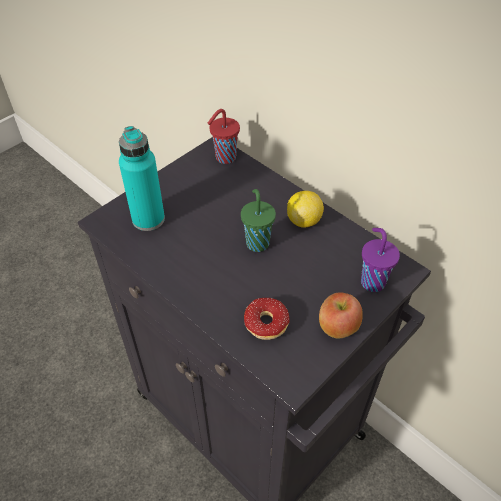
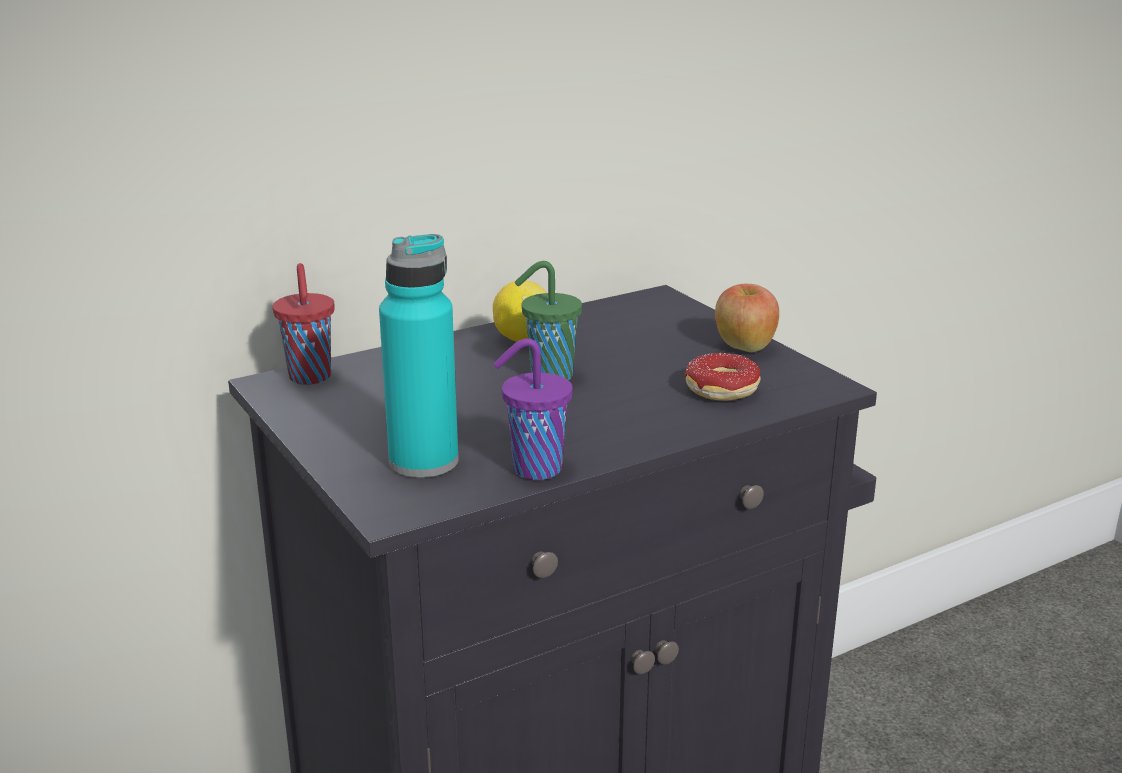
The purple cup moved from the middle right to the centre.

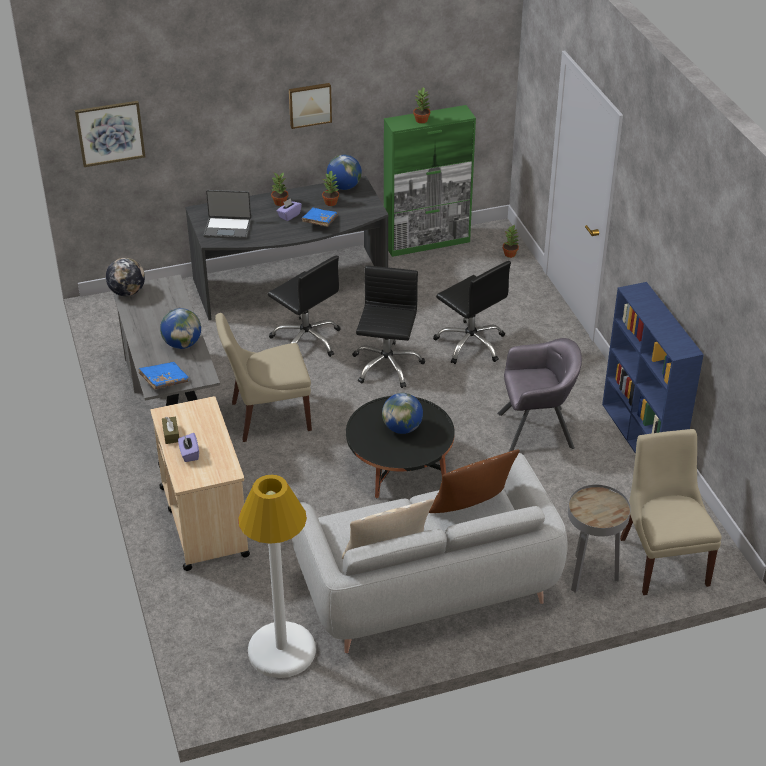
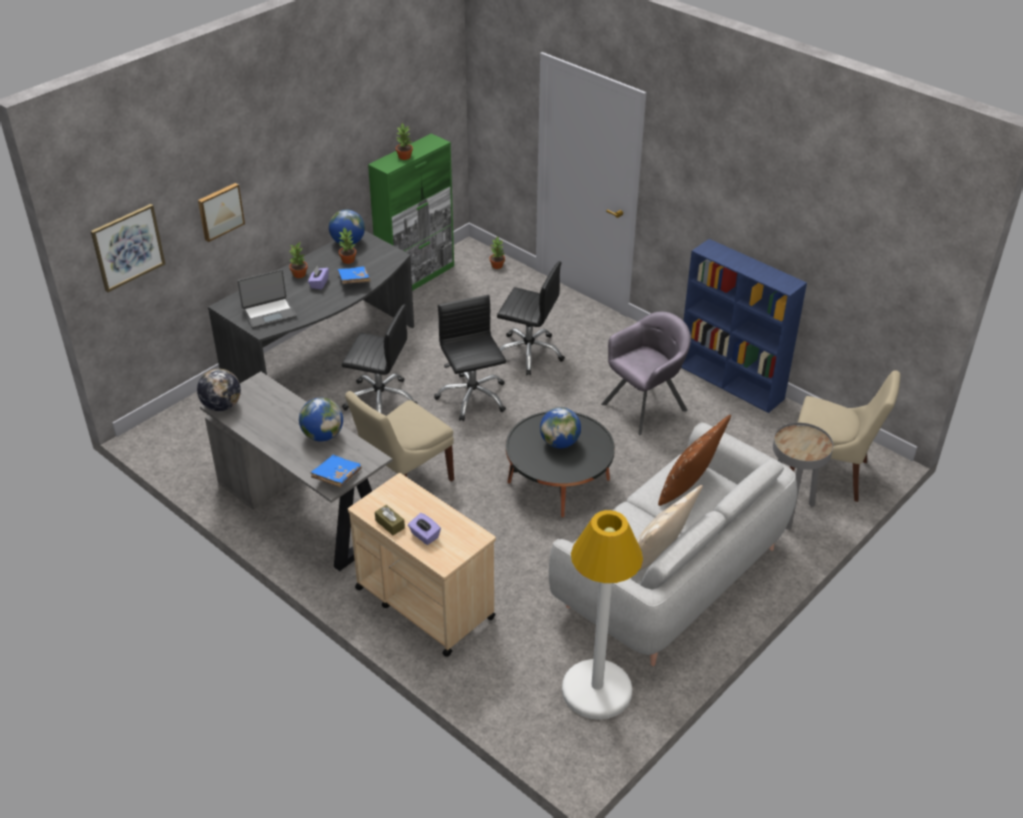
The picture (no. 2 from left) moved from the top centre to the top left. The beige chair (no. 2 from left) at the bottom right turned 150 degrees clockwise.

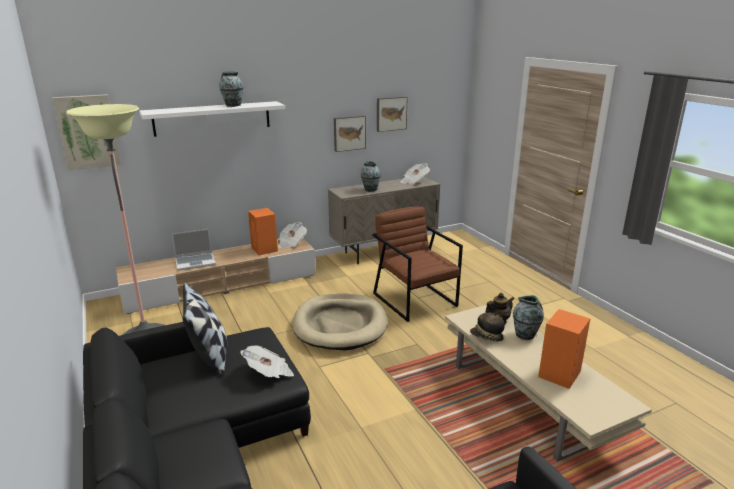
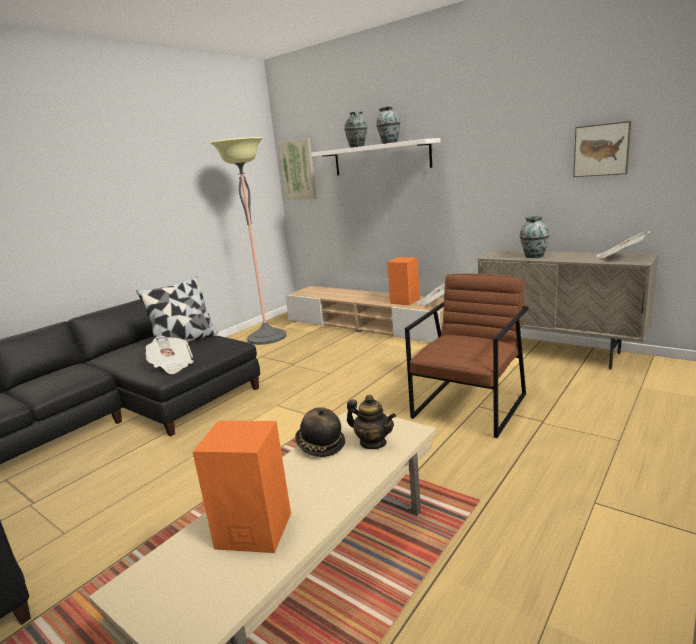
The picture (no. 2 from left) at the top centre disappeared. The laptop at the middle left disappeared. The beige dog bed at the centre disappeared. The vase (no. 3 from left in the first image) moved from the middle right to the top centre.

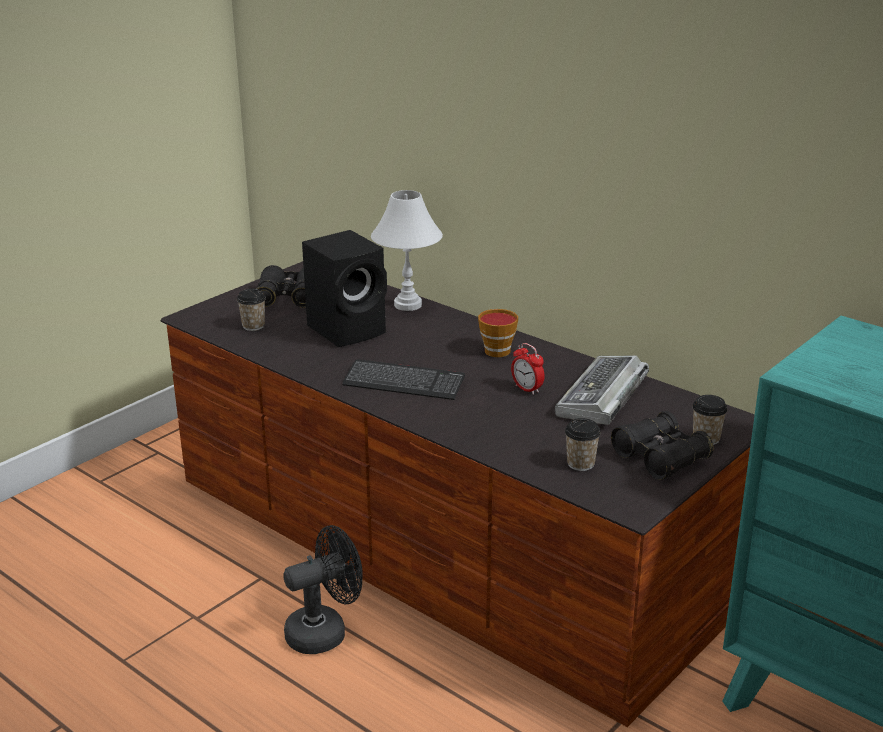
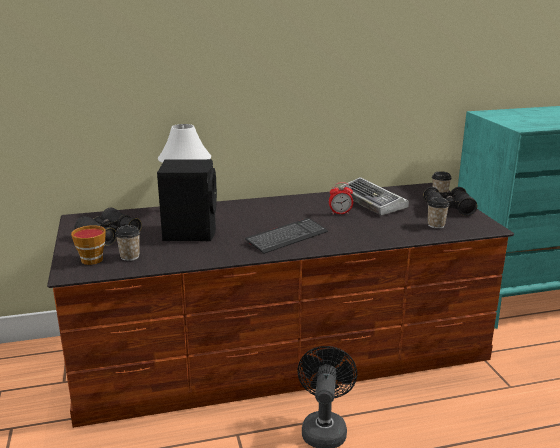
The cup (no. 2 from left in the first image) moved from the centre to the middle left.

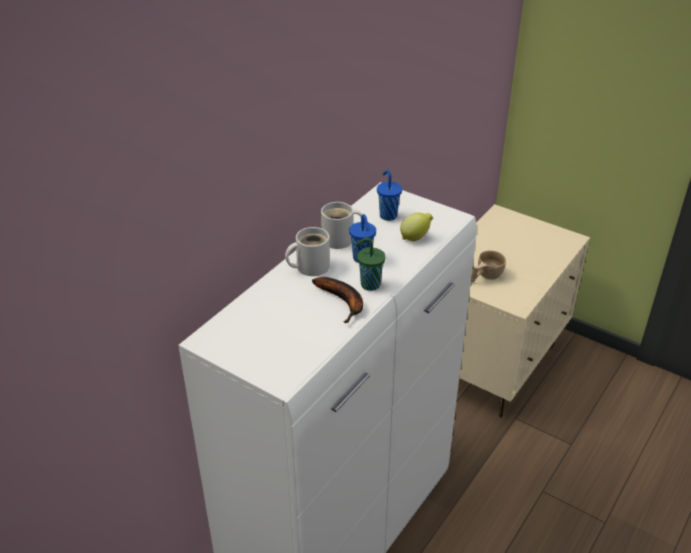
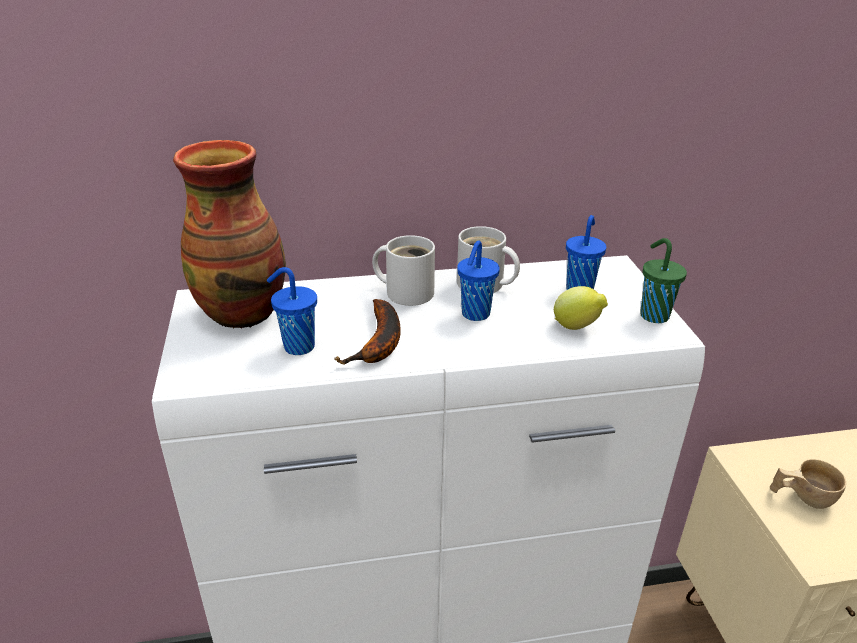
The green cup moved from the centre to the middle right. The vase at the middle left appeared. The blue cup (no. 1 from left) at the centre appeared.

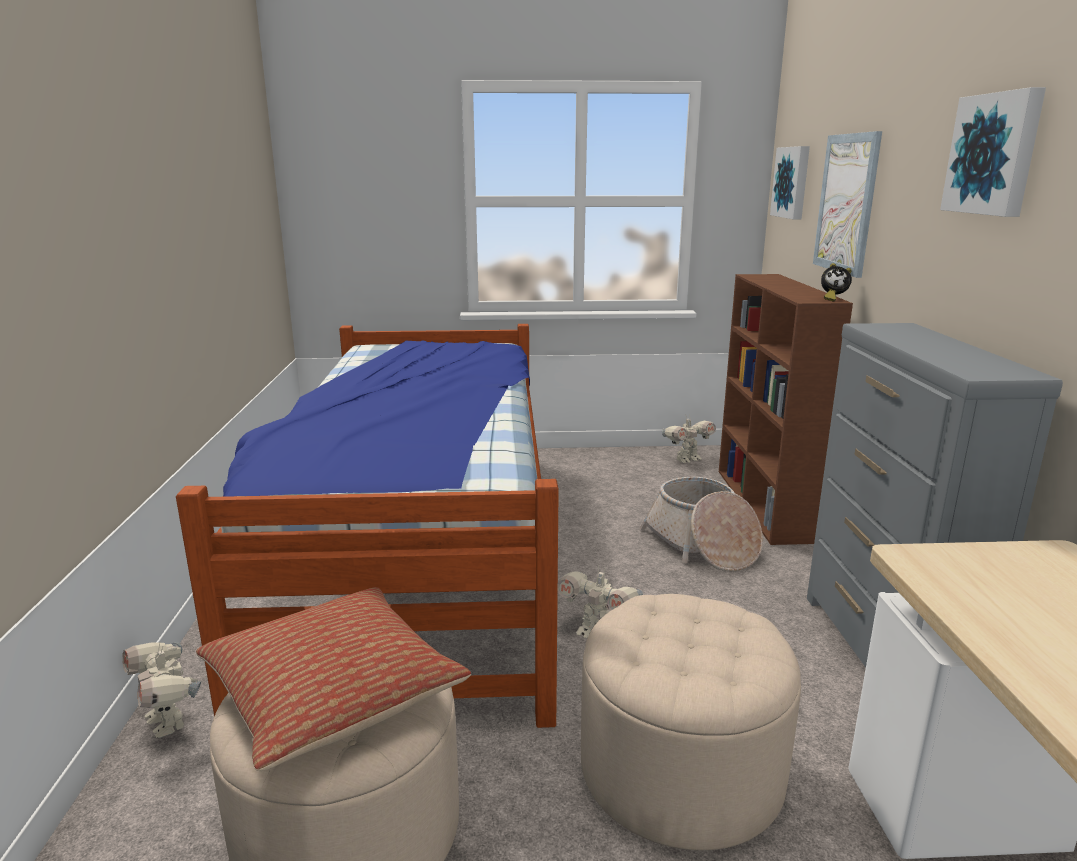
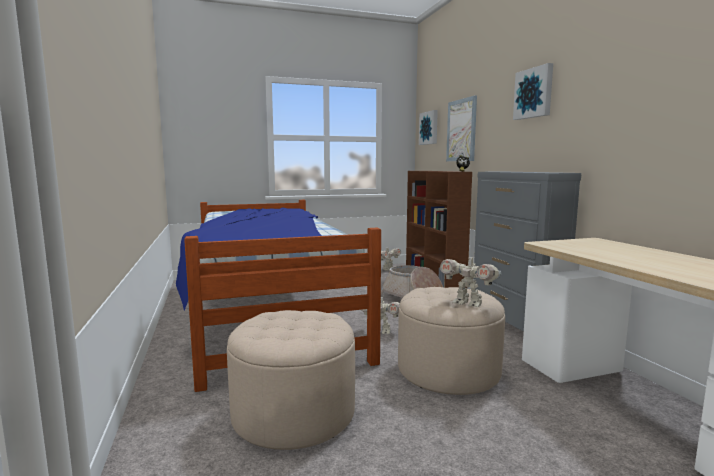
The pillow at the bottom left disappeared. The toy robot (no. 1 from left in the first image) moved from the bottom left to the centre.

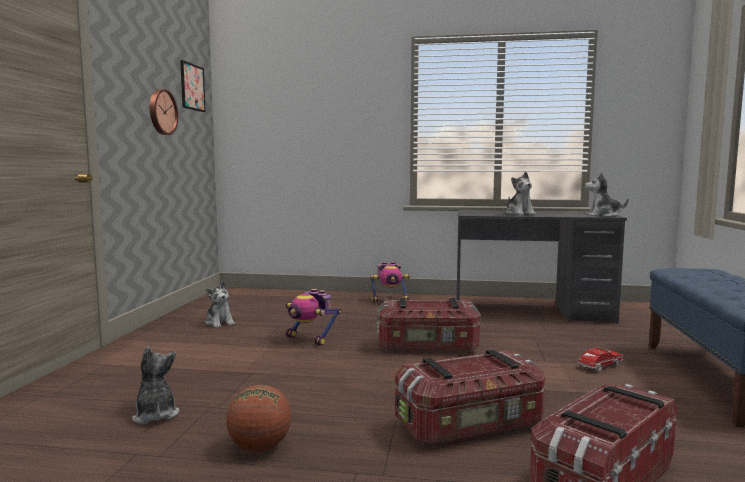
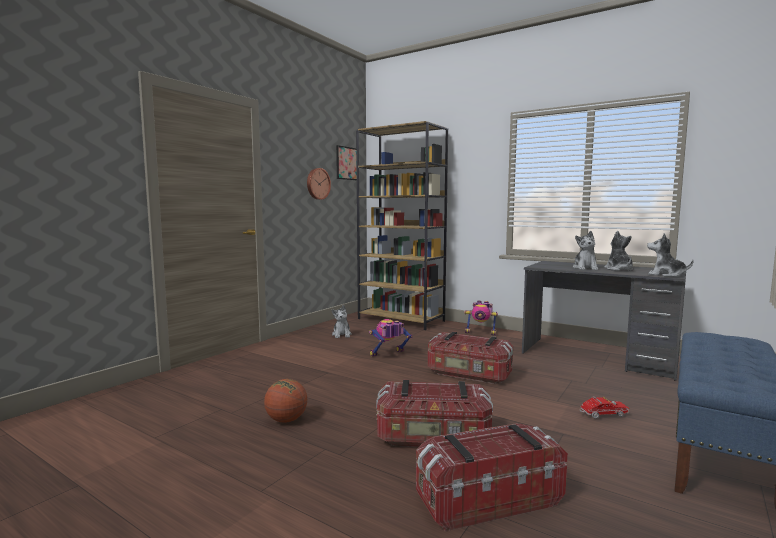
The toy robot (no. 1 from left) at the centre turned 90 degrees clockwise. The plush toy (no. 1 from left in the first image) moved from the bottom left to the middle right. The brown bookcase at the centre appeared.

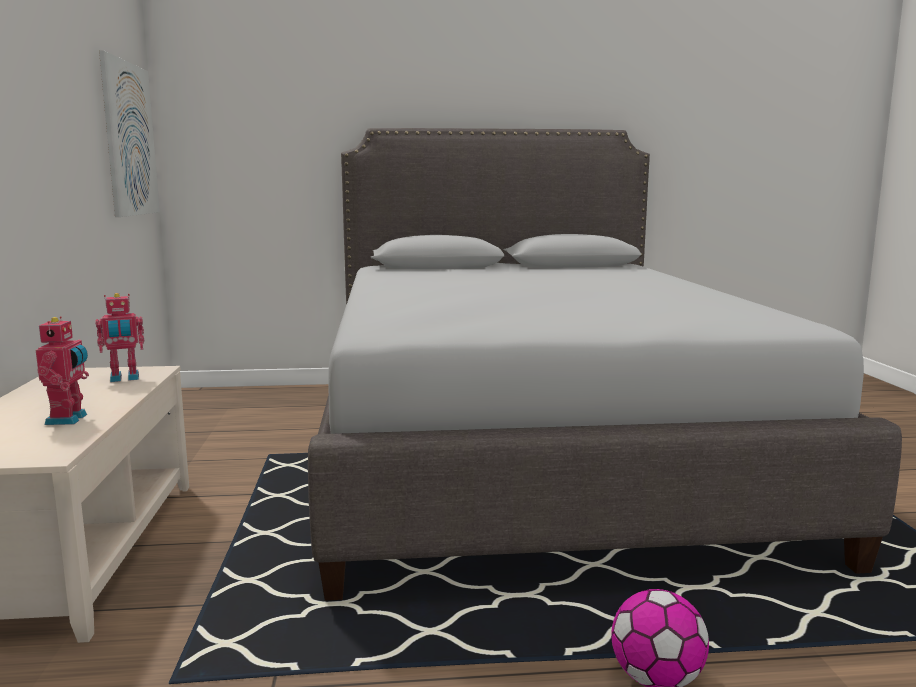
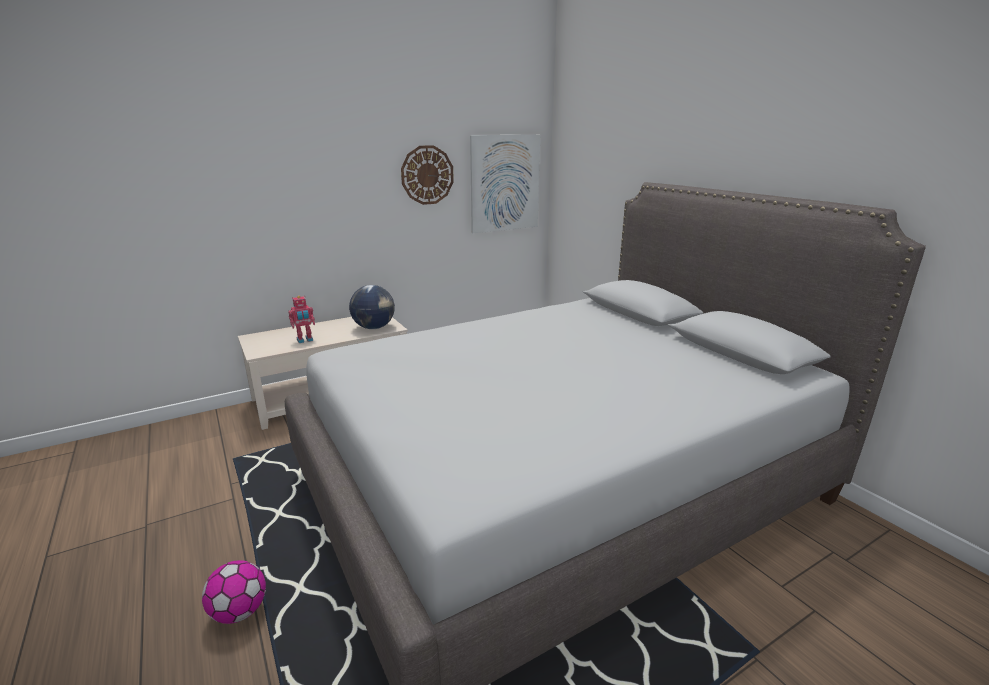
The toy robot (no. 2 from left) at the middle left was replaced by the globe at the centre. The wall clock at the top centre appeared.

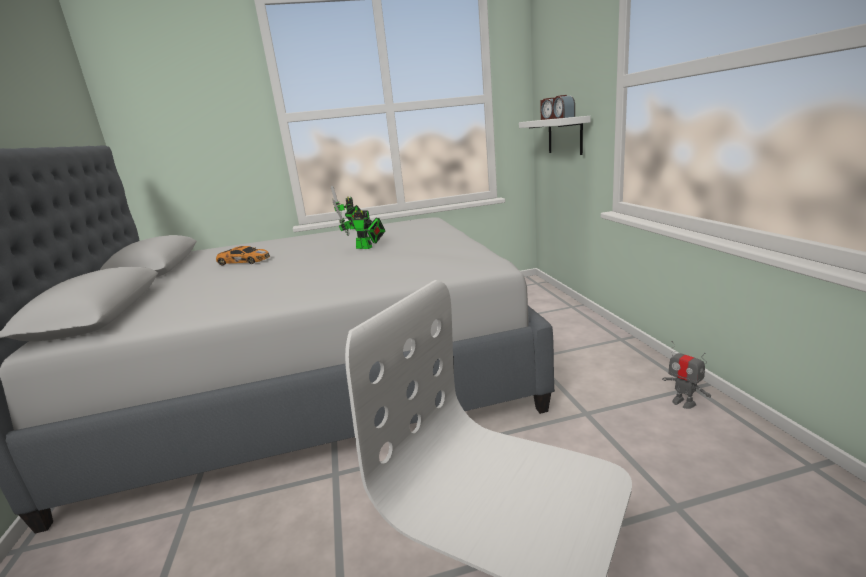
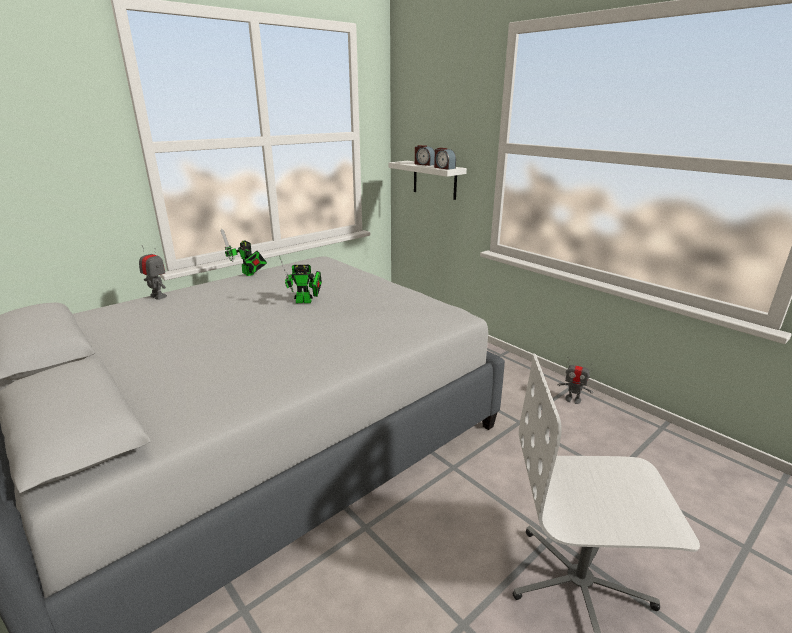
The toy car at the middle left disappeared. The toy robot (no. 1 from left) at the middle left appeared.

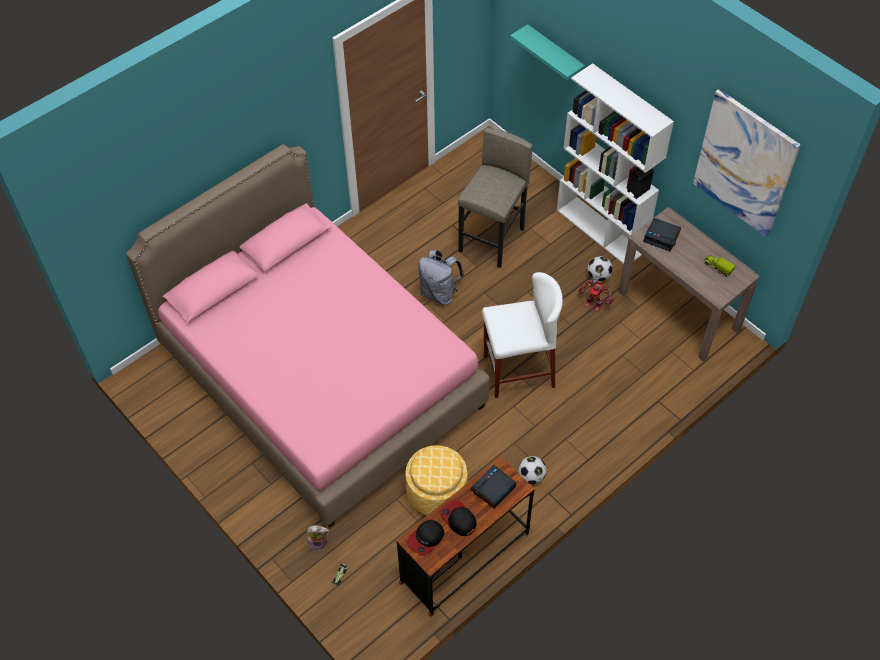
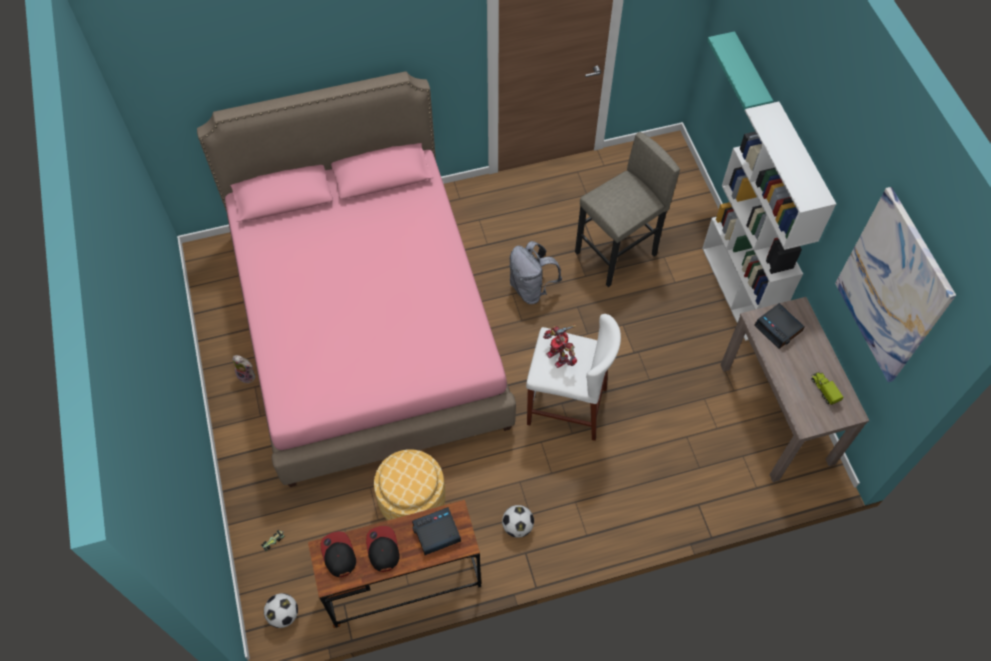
The football (no. 2 from left in the first image) moved from the middle right to the bottom left. The toy robot moved from the middle right to the centre. The cap (no. 1 from left) at the bottom centre turned 90 degrees clockwise. The plush toy moved from the bottom centre to the middle left.

